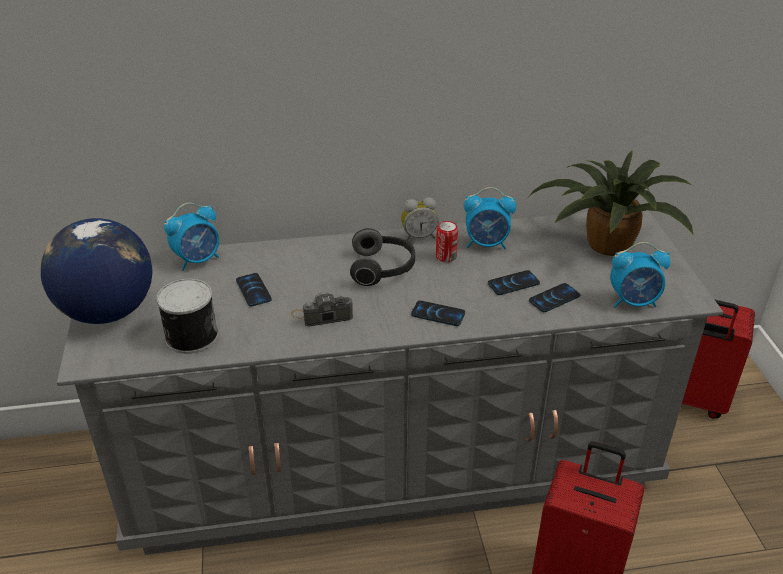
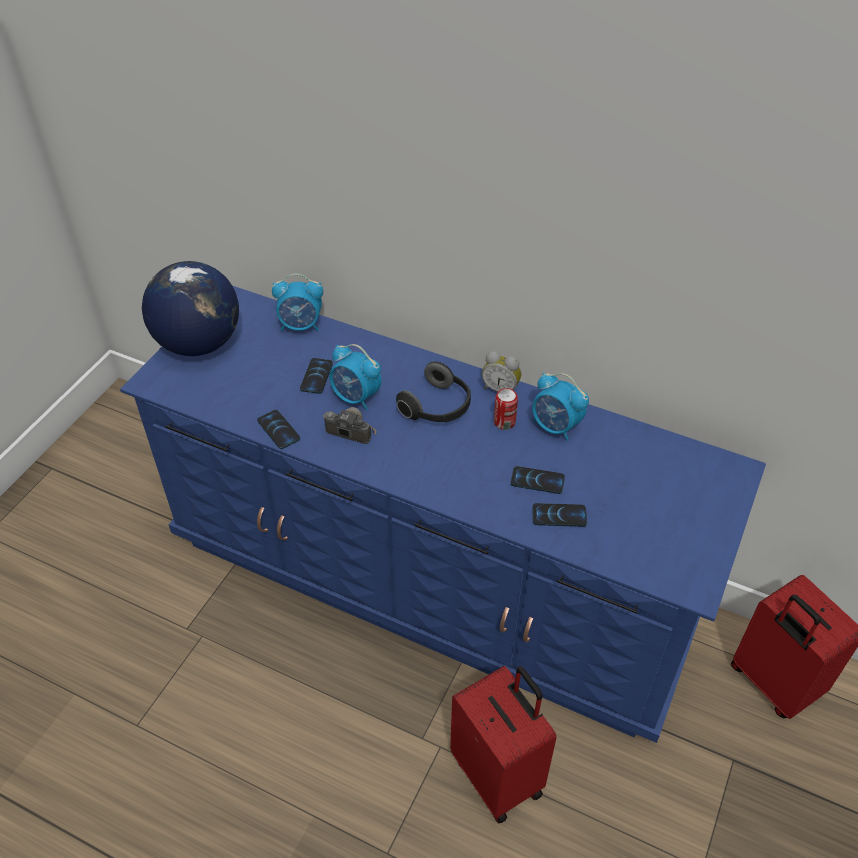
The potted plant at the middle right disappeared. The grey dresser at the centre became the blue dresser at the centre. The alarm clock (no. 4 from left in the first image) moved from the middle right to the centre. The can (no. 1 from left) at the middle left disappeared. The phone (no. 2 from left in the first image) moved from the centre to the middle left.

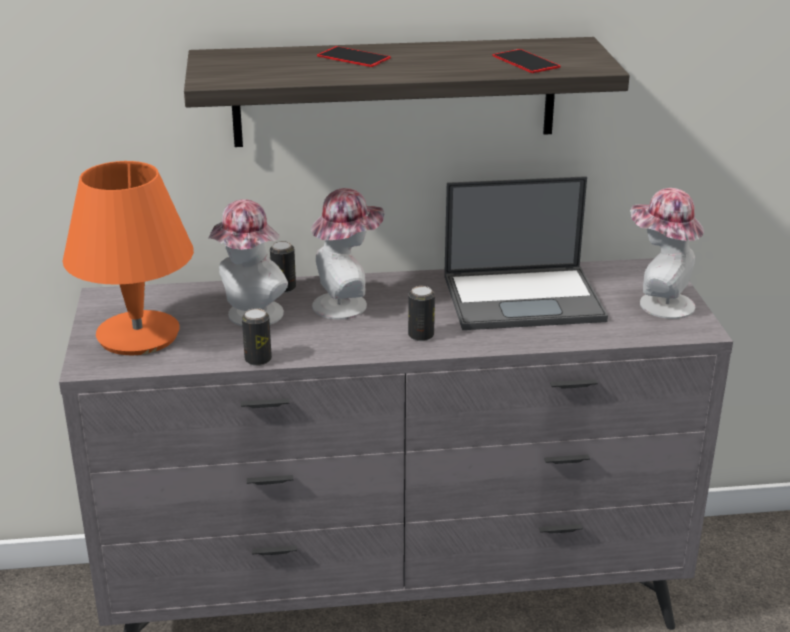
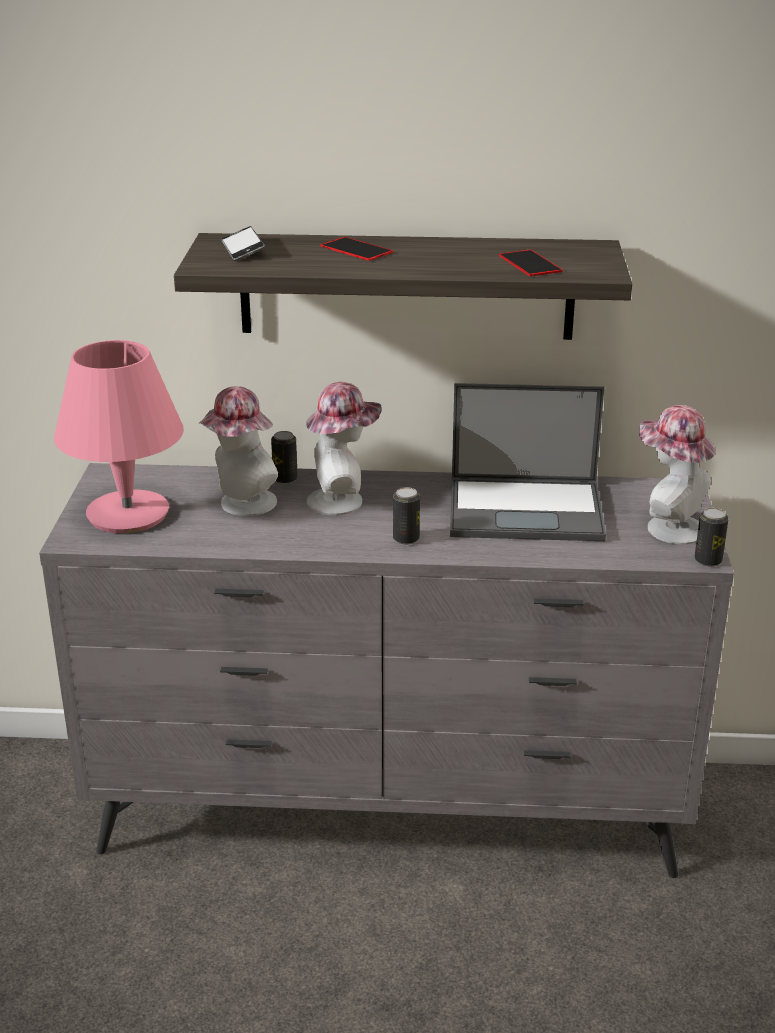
The orange table lamp at the middle left became the pink table lamp at the middle left. The can (no. 1 from left in the first image) moved from the middle left to the middle right. The phone (no. 1 from left) at the top left appeared.

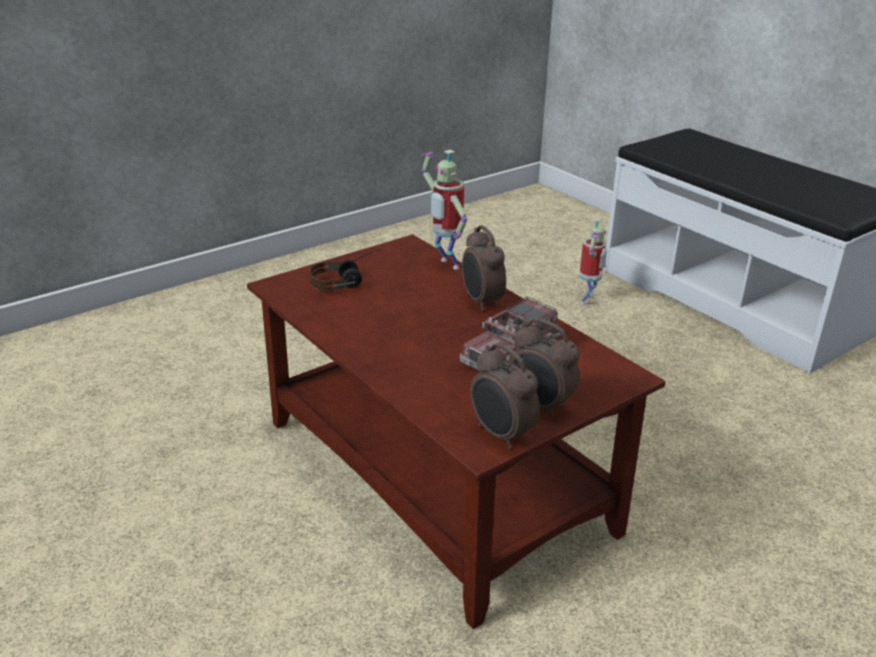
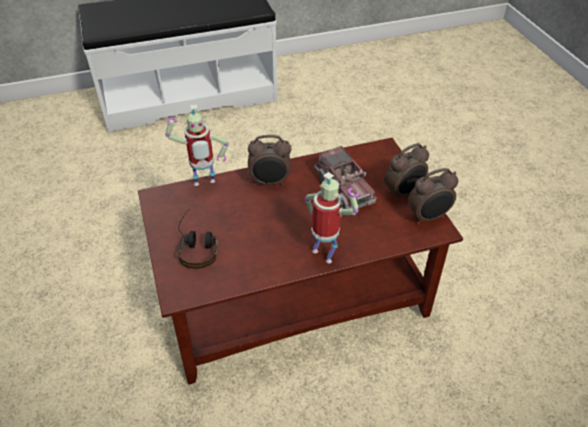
The toy robot (no. 2 from left) moved from the middle right to the centre.

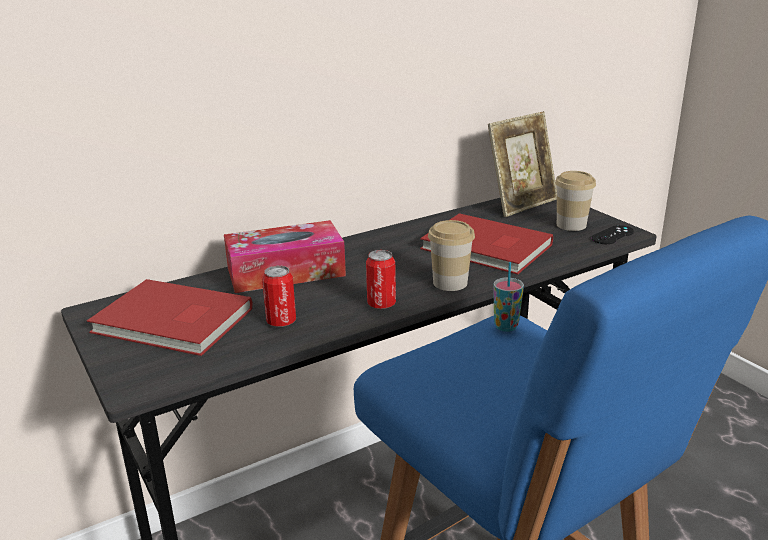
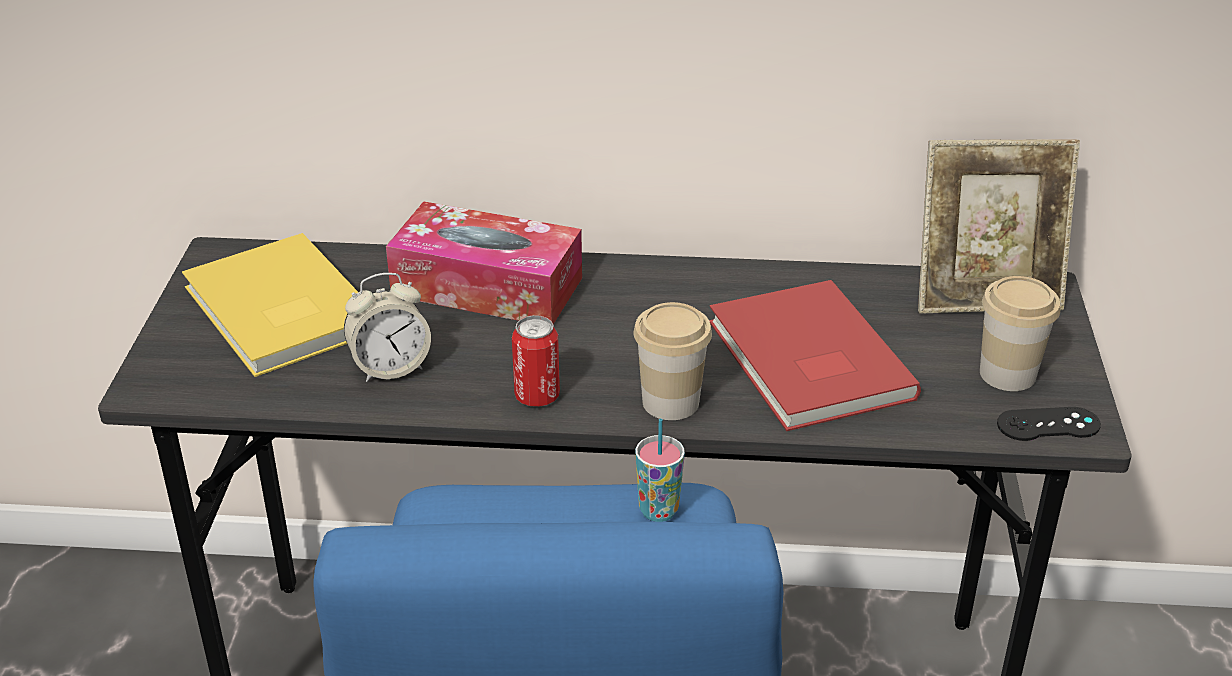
The can (no. 1 from left) at the centre was replaced by the alarm clock at the middle left. The red book (no. 1 from left) at the middle left became the yellow book at the middle left.

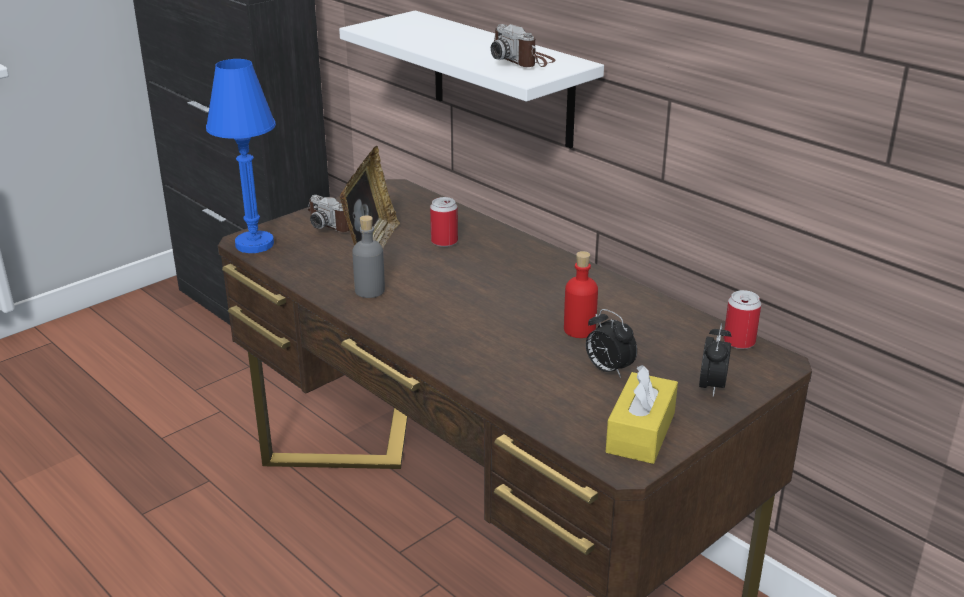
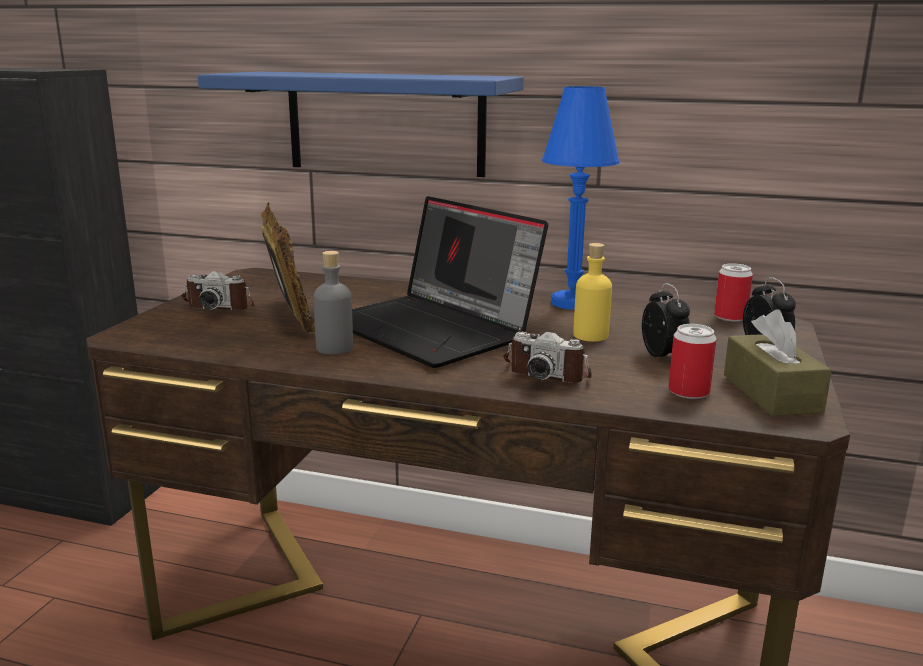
The white shelf at the top centre became the blue shelf at the top centre. The photo camera (no. 2 from left) moved from the top centre to the centre. The blue table lamp moved from the top left to the top centre. The can (no. 1 from left) moved from the centre to the middle right. The red bottle at the centre became the yellow bottle at the centre. The alarm clock (no. 1 from left) at the centre turned 120 degrees counterclockwise. The yellow tissue box at the bottom centre became the brown tissue box at the middle right. The laptop at the centre appeared.

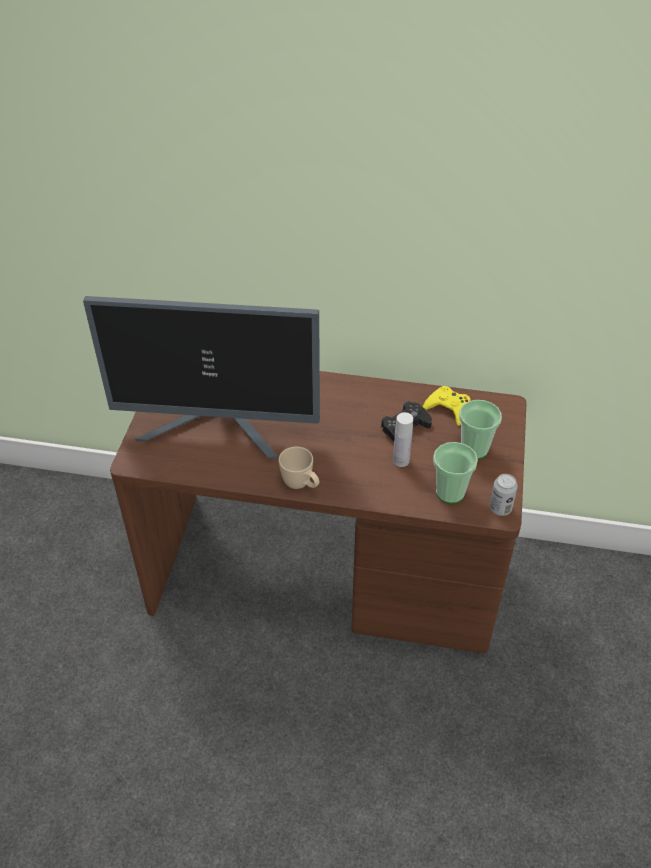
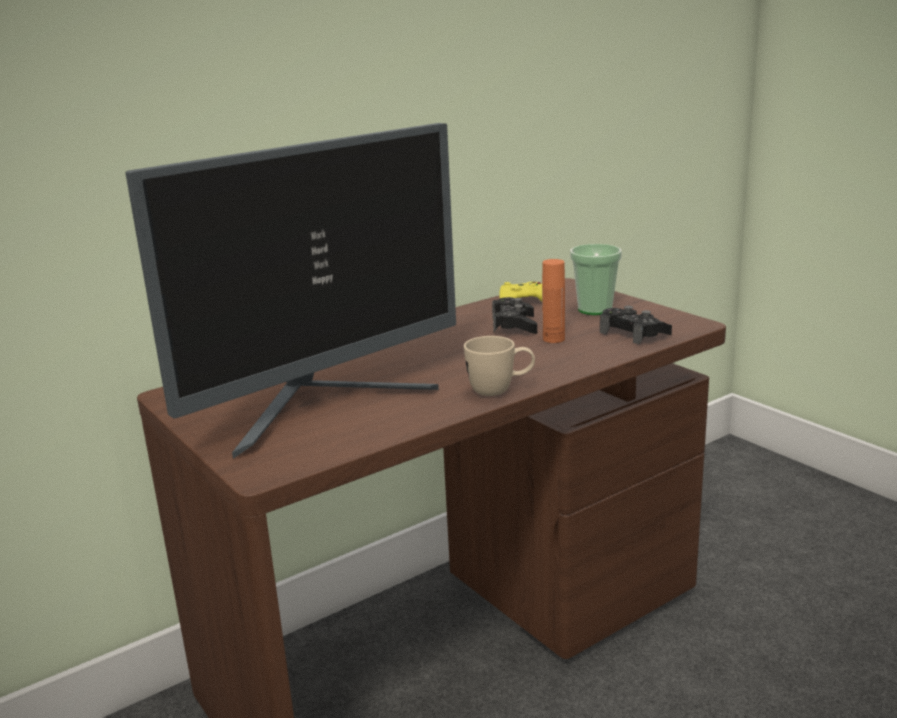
The white bottle at the centre became the orange bottle at the centre. The cup (no. 1 from left) at the middle right was replaced by the black game controller (no. 2 from left) at the middle right. The can at the middle right disappeared.

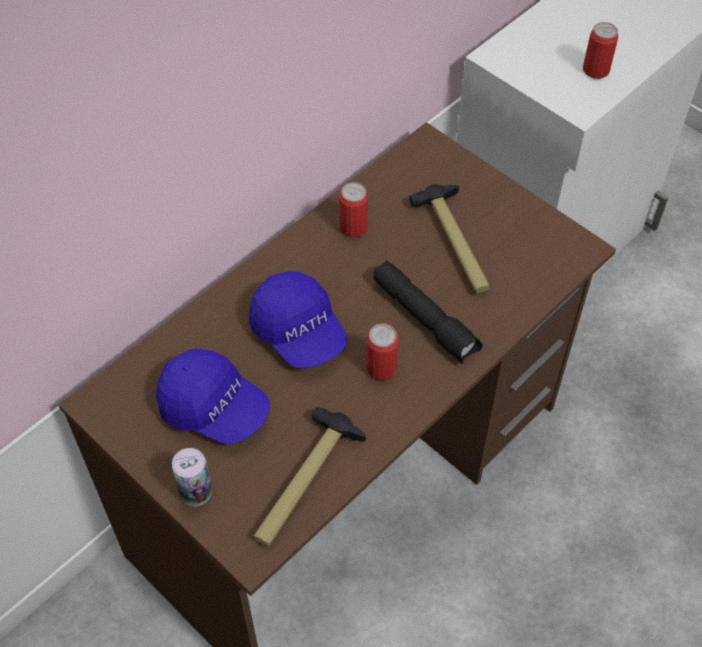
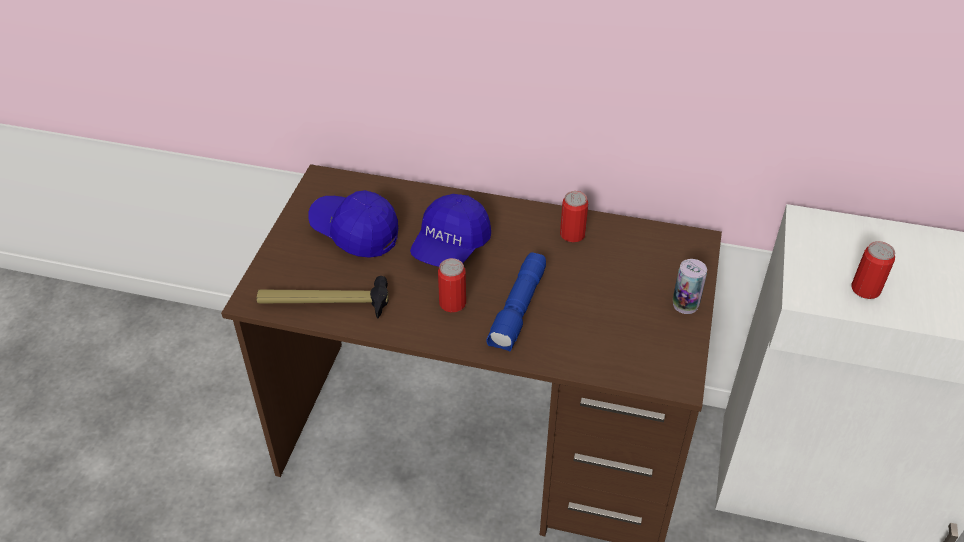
The hammer (no. 2 from left) at the centre disappeared. The black flashlight at the centre became the blue flashlight at the centre. The blue cap (no. 1 from left) at the middle left turned 120 degrees clockwise. The can (no. 1 from left in the first image) moved from the bottom left to the middle right.

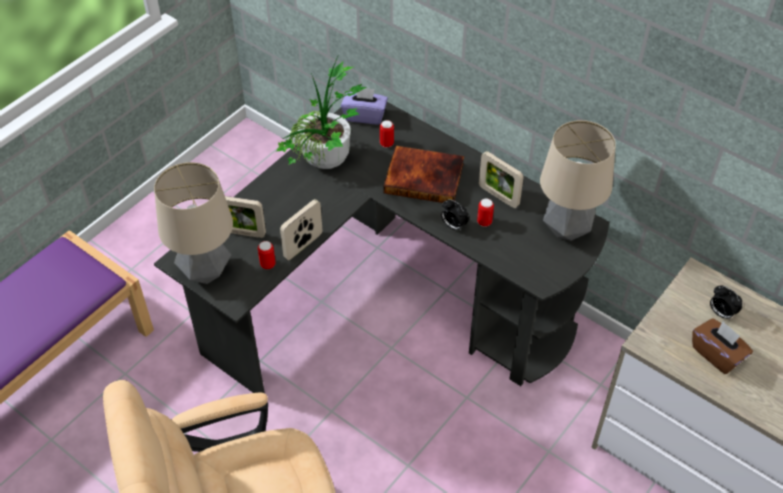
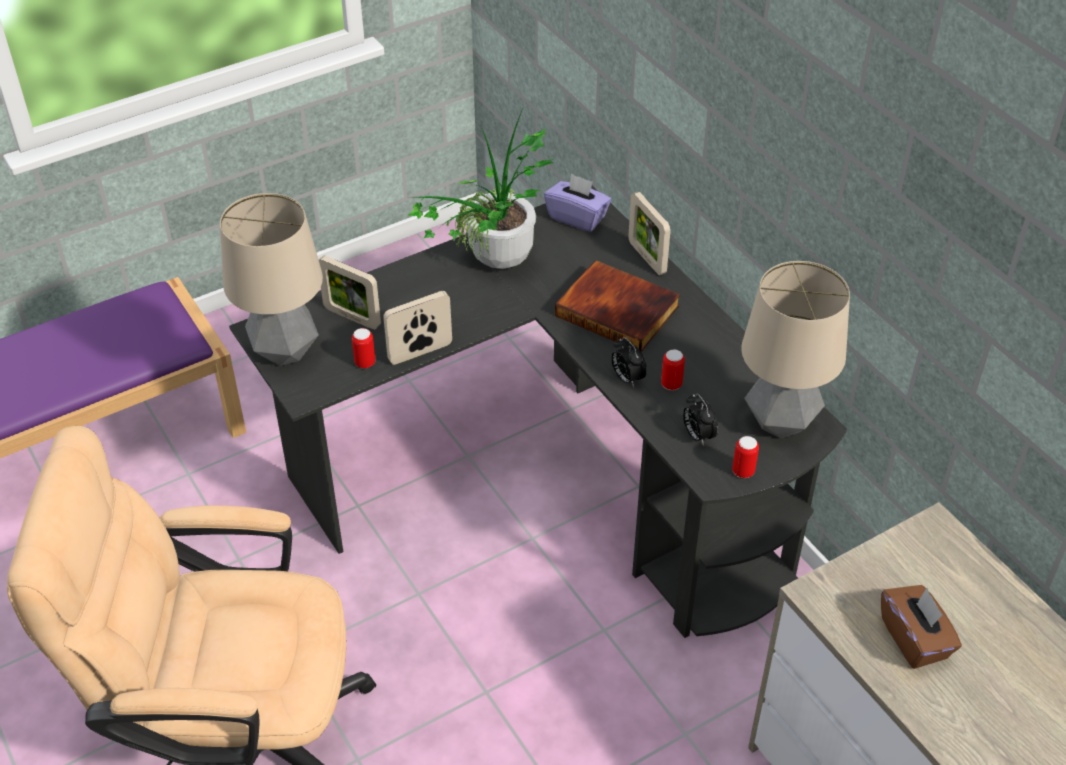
The can (no. 2 from left in the first image) moved from the top centre to the middle right. The picture frame (no. 3 from left) moved from the centre to the top centre. The alarm clock (no. 2 from left) moved from the middle right to the centre.

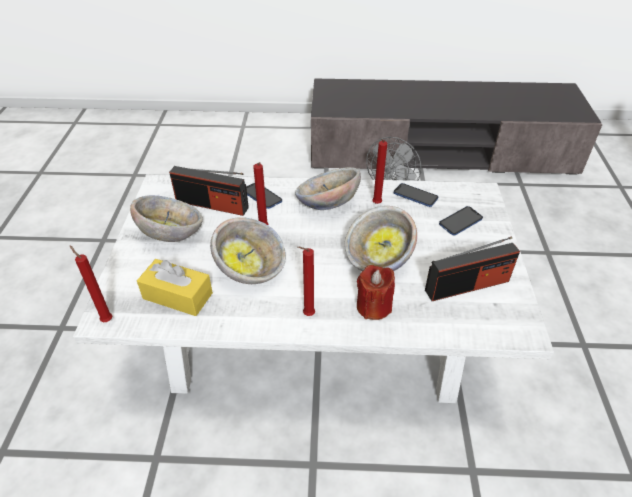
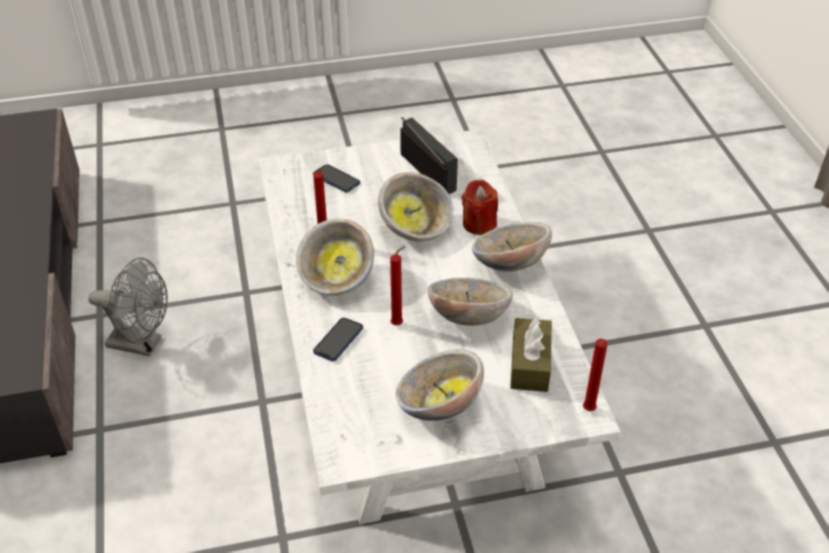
The radio (no. 1 from left) at the middle left disappeared. The phone (no. 2 from left) at the centre disappeared. The red candle (no. 3 from left) at the centre was replaced by the bowl (no. 5 from left) at the centre. The yellow tissue box at the middle left became the brown tissue box at the centre.

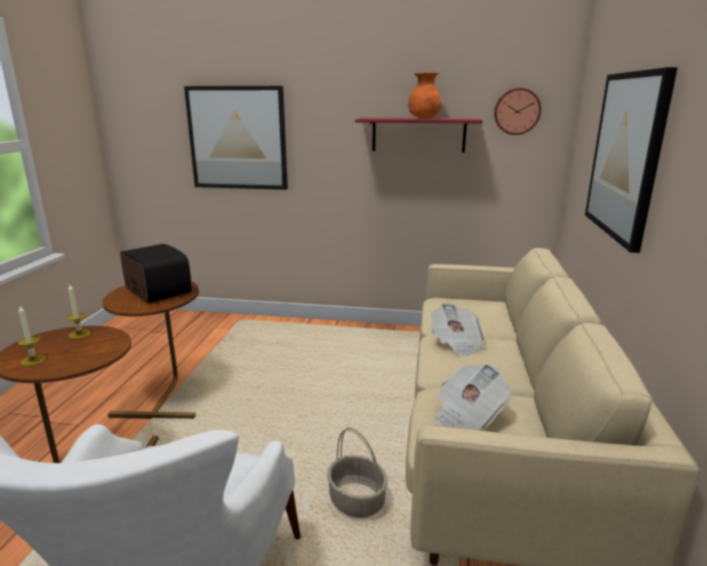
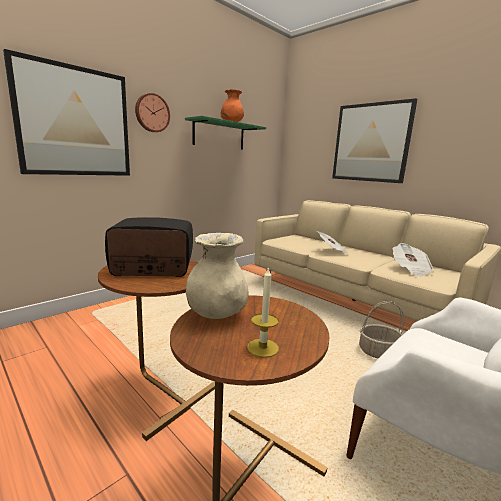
The wall clock moved from the top right to the top left. The red shelf at the top centre became the green shelf at the top centre. The candle (no. 2 from left) at the middle left was replaced by the beige vase at the centre.

